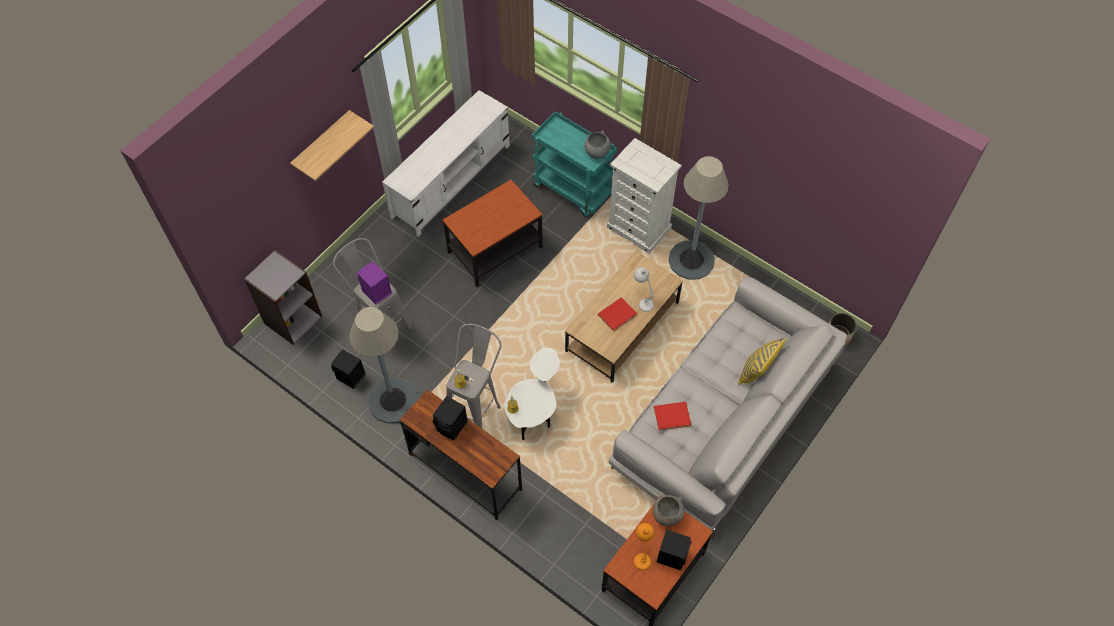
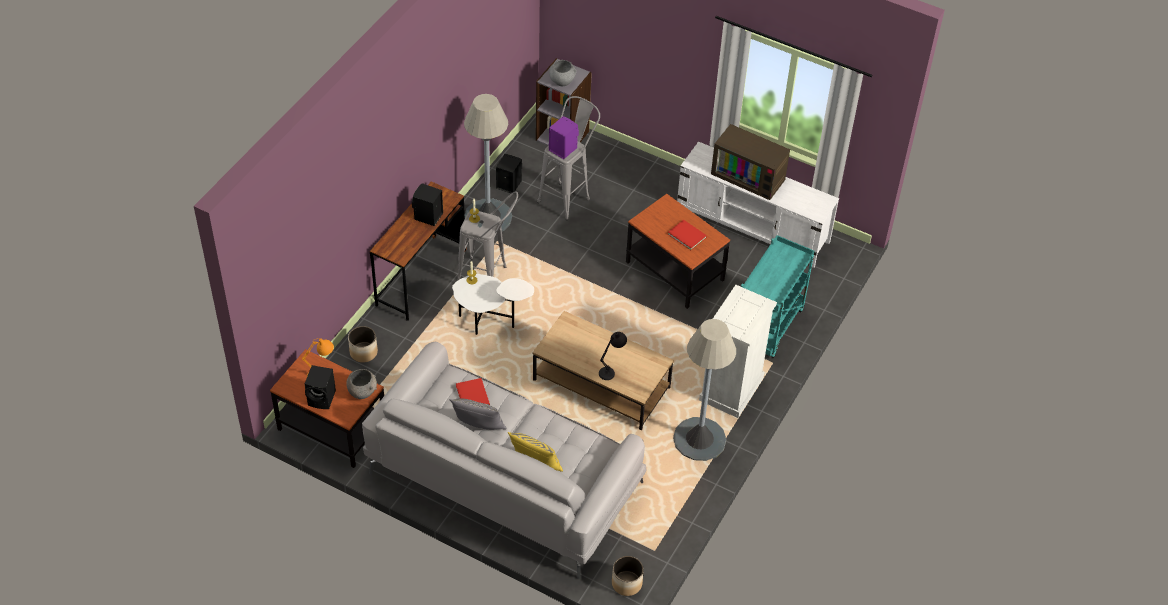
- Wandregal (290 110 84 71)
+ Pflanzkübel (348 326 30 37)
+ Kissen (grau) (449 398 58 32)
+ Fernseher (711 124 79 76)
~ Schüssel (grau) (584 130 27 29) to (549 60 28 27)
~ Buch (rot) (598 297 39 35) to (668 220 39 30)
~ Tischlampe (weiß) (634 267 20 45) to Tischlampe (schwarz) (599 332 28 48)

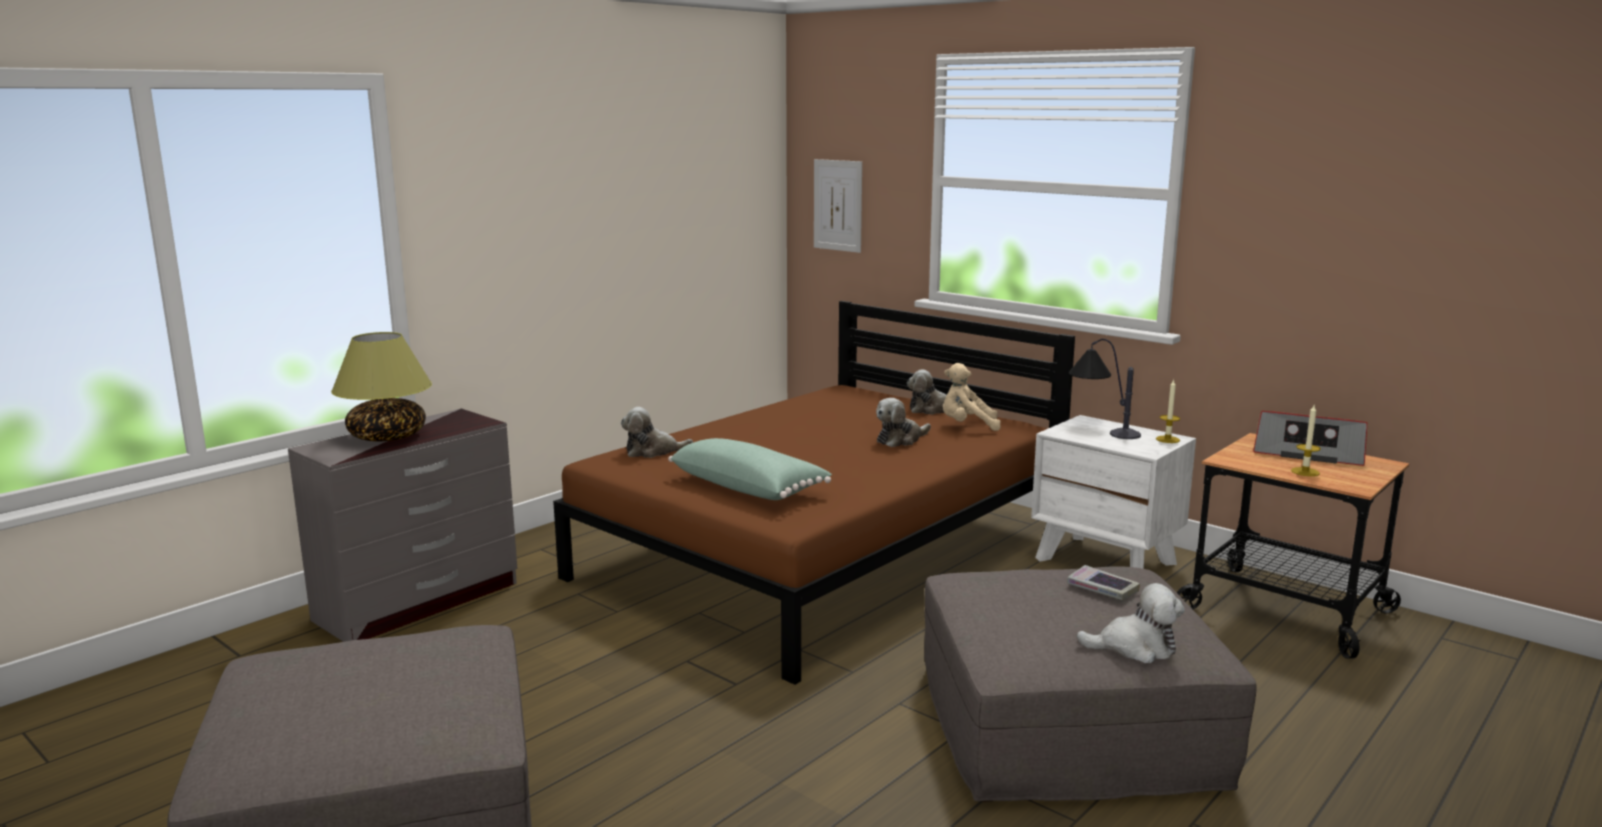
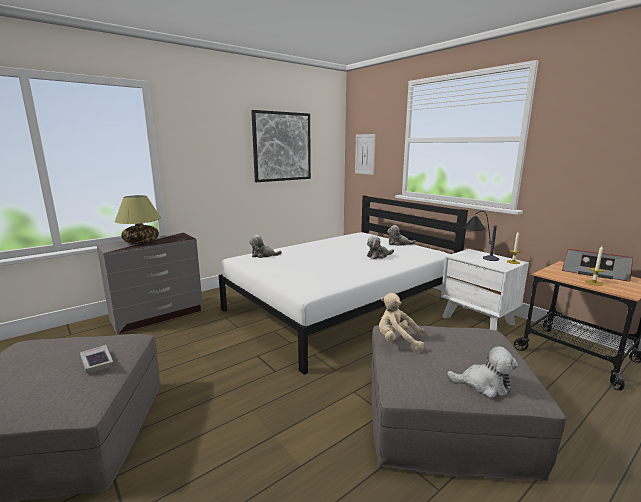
- Kissen (grün) (668 438 164 62)
+ Bild (251 110 60 72)
~ Plüschtier (beige) (943 363 58 68) to (379 293 45 58)
~ Buch (1067 565 73 35) to (80 345 34 28)
~ Bett (braun) (553 301 522 384) to Bett (weiß) (219 195 249 180)

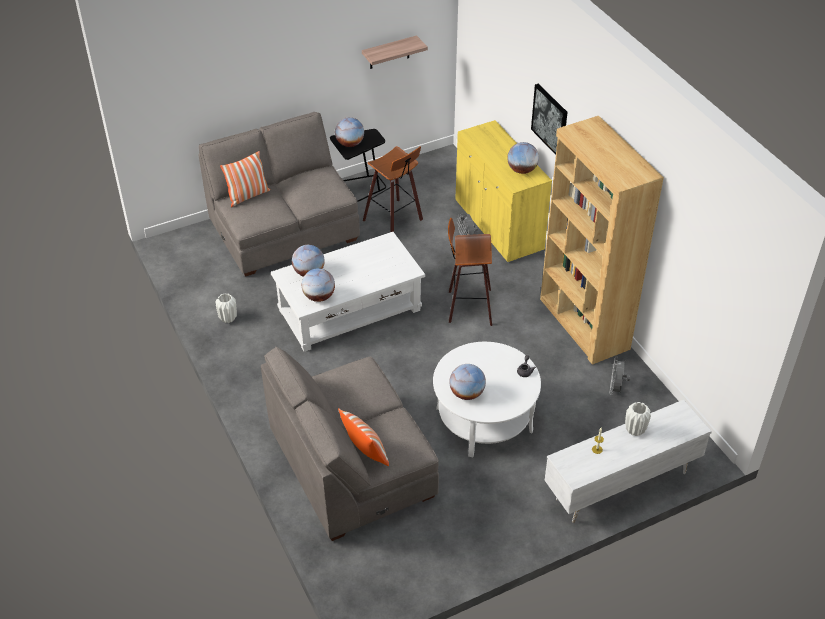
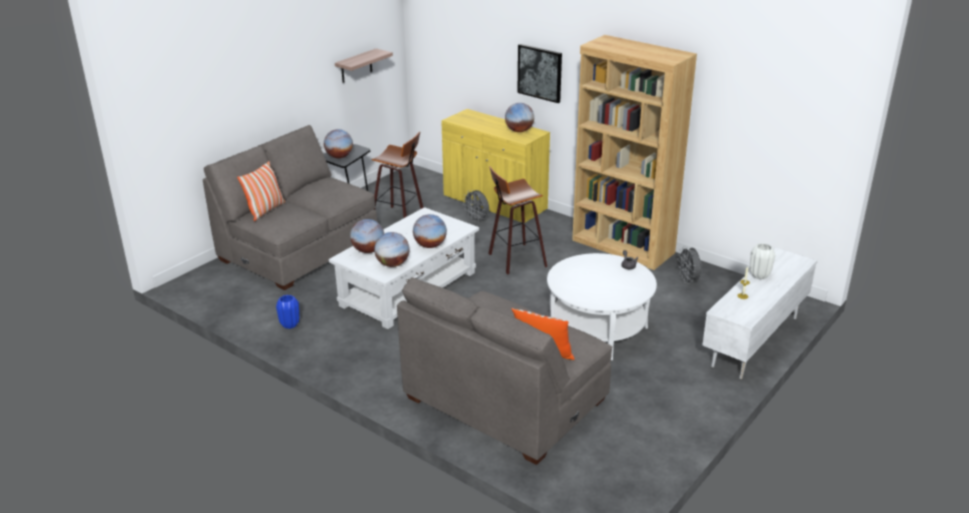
~ Globus (449 364 37 36) to (413 214 34 34)
~ Vase (weiß) (216 293 21 30) to Vase (blau) (276 295 23 34)

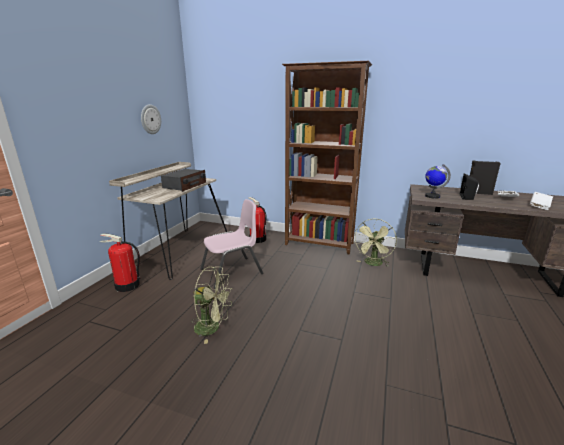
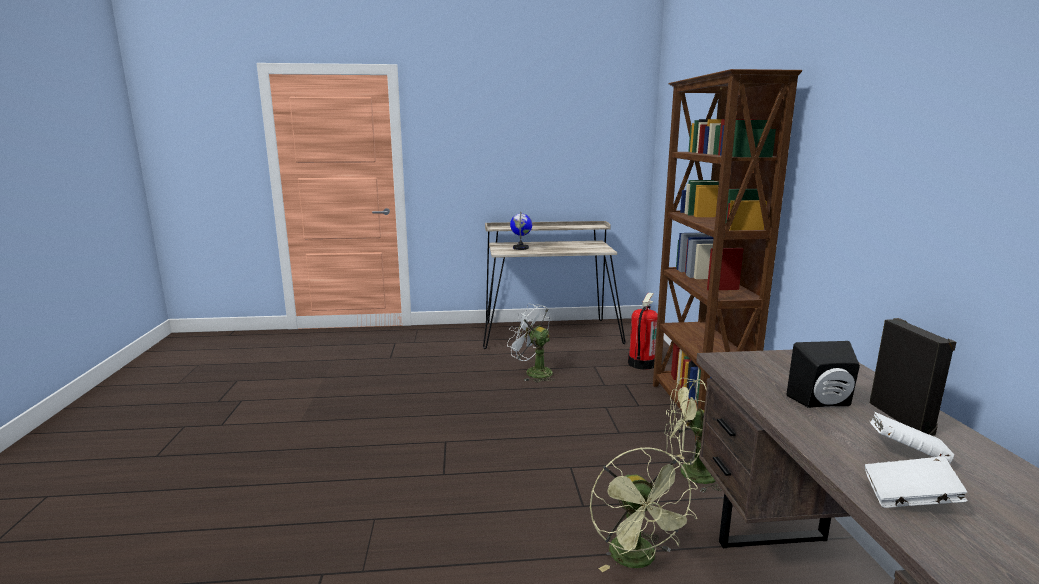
- Feuerlöscher (100 233 40 59)
- Wanduhr (141 104 20 30)
- Radio (161 169 45 23)
~ Ventilator (grün) (191 267 41 77) to (590 447 108 125)
~ Globus (425 164 26 35) to (510 211 22 39)
~ Stuhl (rosa) (200 199 63 90) to Ventilator (weiß) (507 304 48 79)

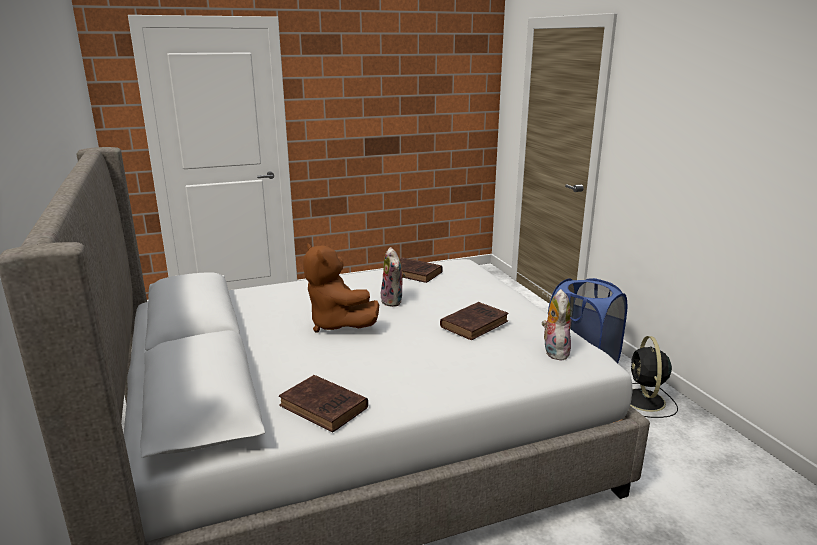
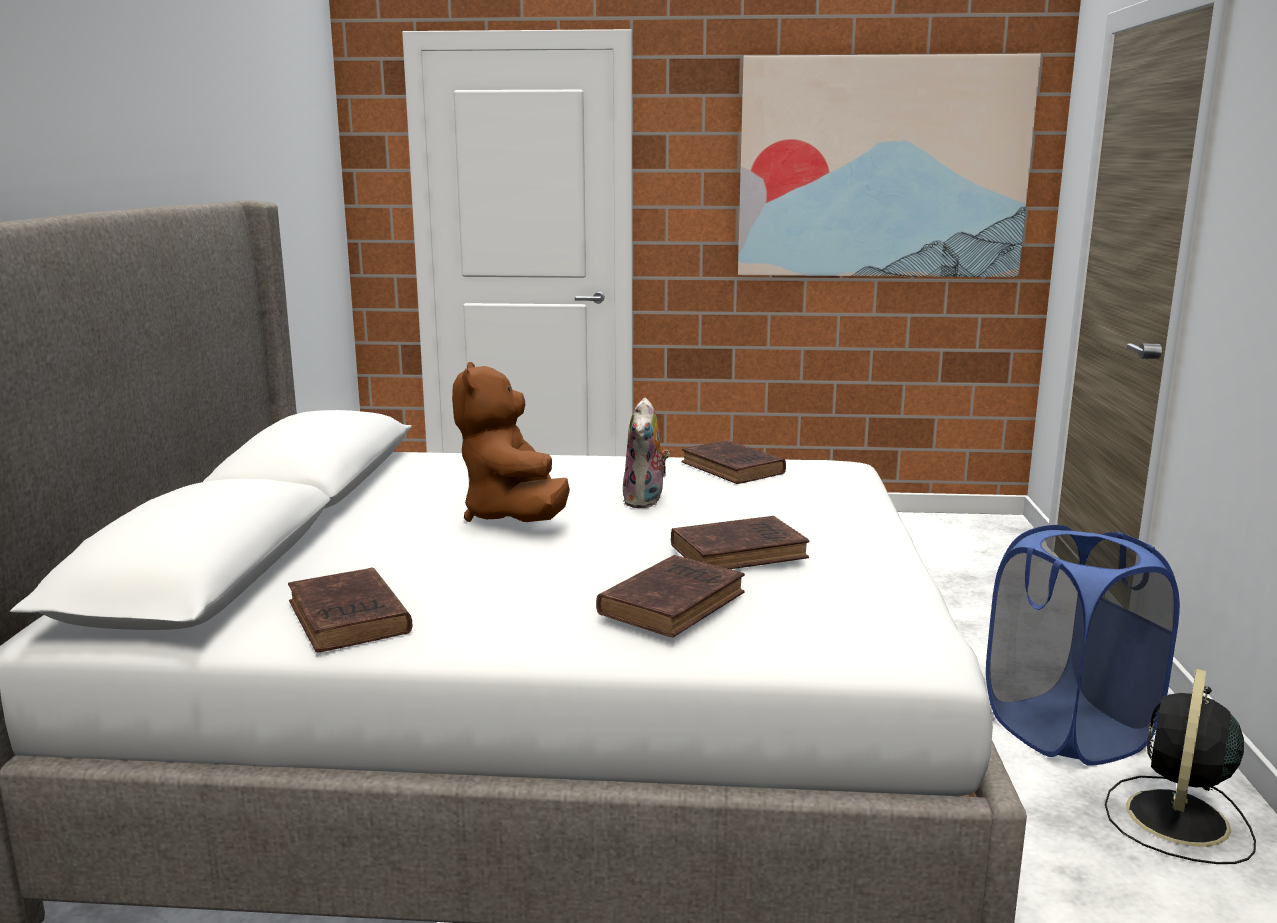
- Plüschtier (542 289 29 72)
+ Buch (braun) (596 555 149 82)
+ Bild (738 54 303 223)

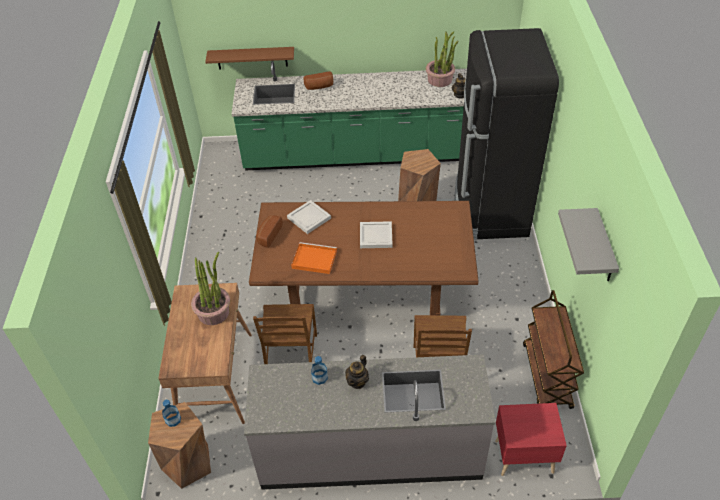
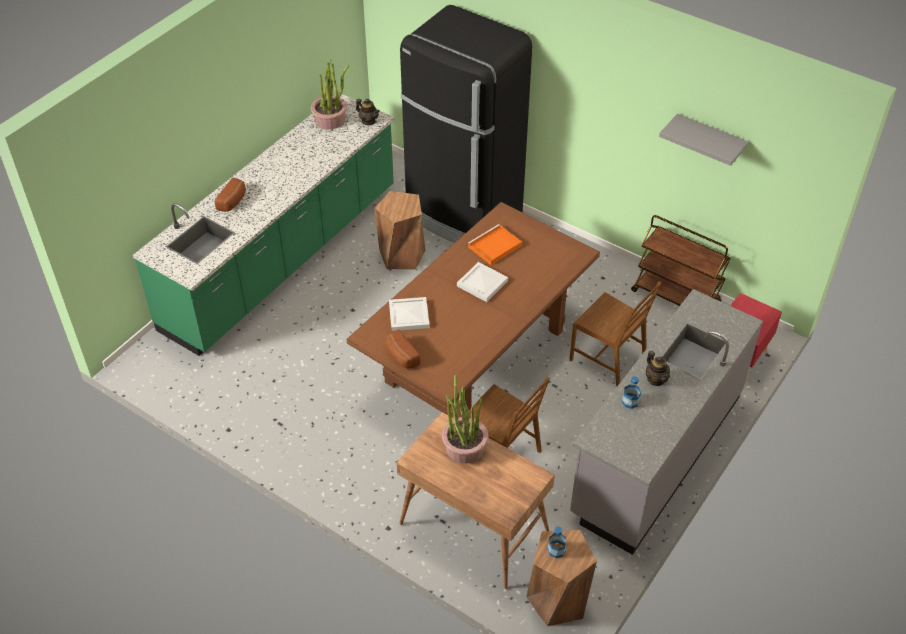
- Wandregal (braun) (205 47 89 22)
~ Tablett (orange) (291 242 46 32) to (468 224 54 41)

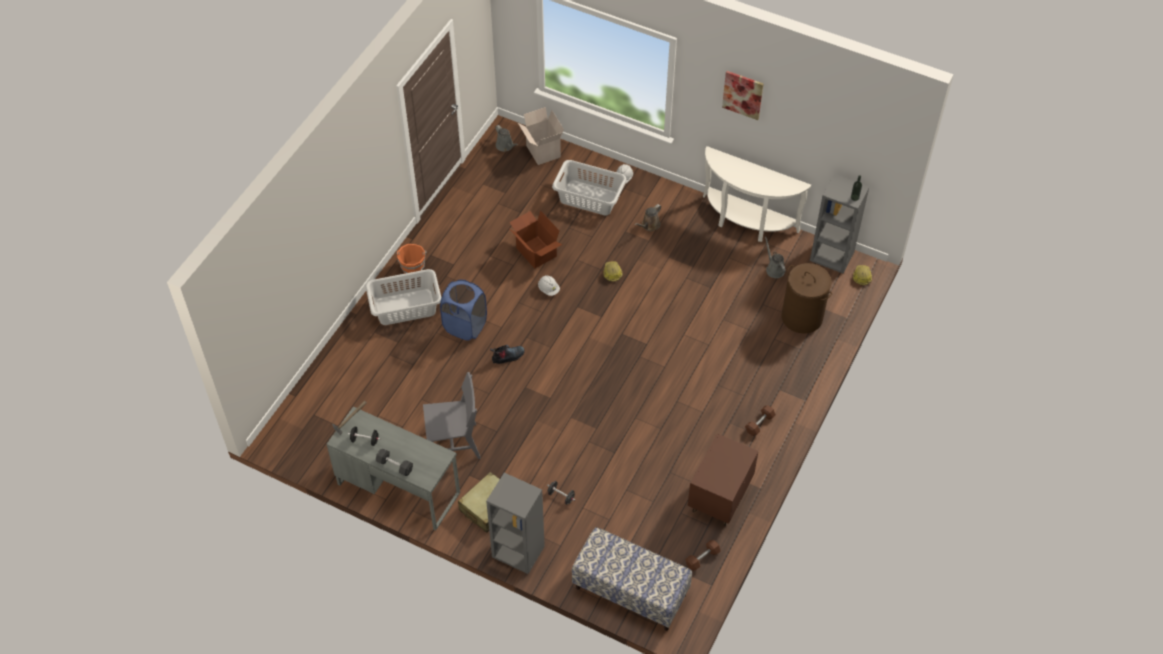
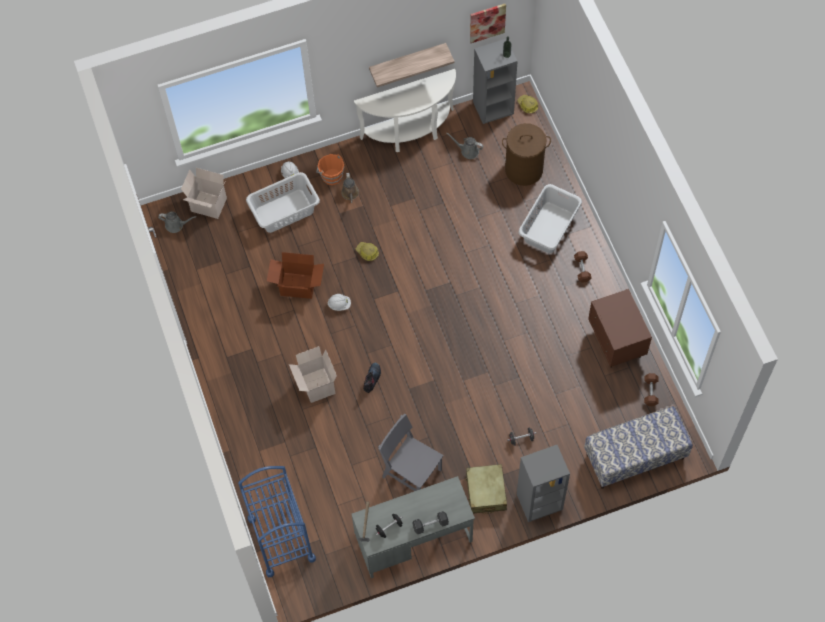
+ Rollwagen (blau) (238 466 78 111)
+ Wandregal (369 43 85 44)
~ Wäschekorb (grau) (366 269 75 56) to (518 184 64 69)
~ Eimer (orange) (396 244 31 30) to (316 154 28 31)
~ Bild (722 71 41 49) to (470 4 36 39)
~ Wäschekorb (blau) (440 279 47 62) to Karton (289 346 48 57)
~ Stuhl (grau) (423 372 58 87) = (378 413 66 78) 90 degrees counterclockwise

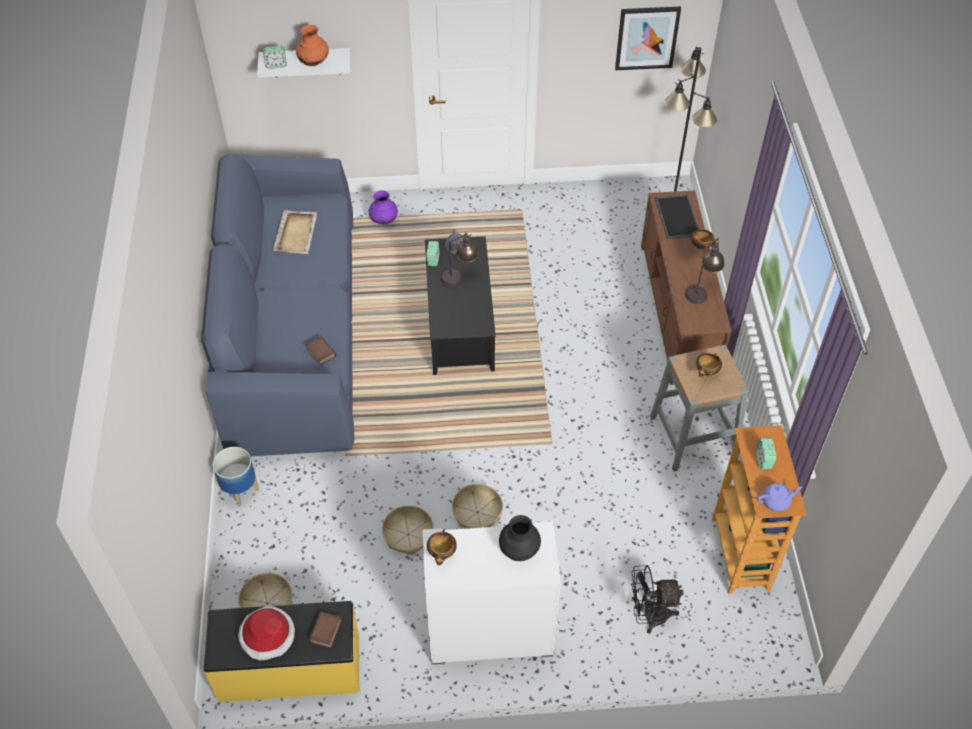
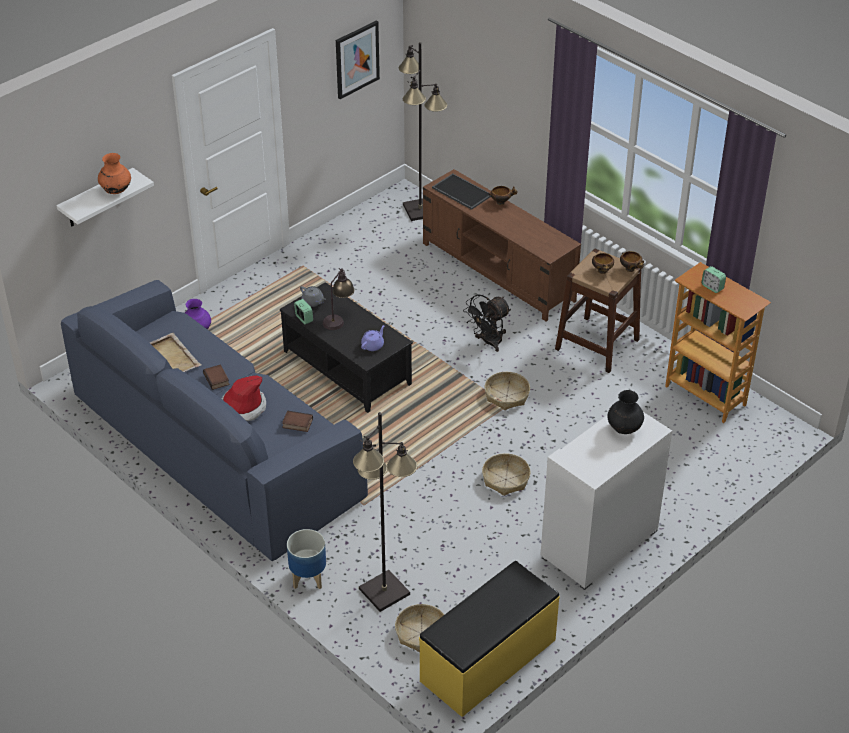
- Wecker (263 46 24 23)
- Tischlampe (685 242 39 62)
+ Stehlampe (schwarz) (353 412 64 200)
~ Hut (238 606 57 54) to (222 375 44 46)
~ Buch (309 611 33 37) to (203 364 26 26)
~ Korb (382 505 52 50) to (484 372 46 38)
~ Schüssel (427 529 30 36) to (620 251 24 21)
~ Ventilator (schwarz) (631 565 52 69) to (463 294 48 58)
~ Teekanne (lila) (757 483 46 28) to (361 325 24 26)
~ Hocker (grau) (650 345 99 126) to Hocker (braun) (555 248 86 125)

